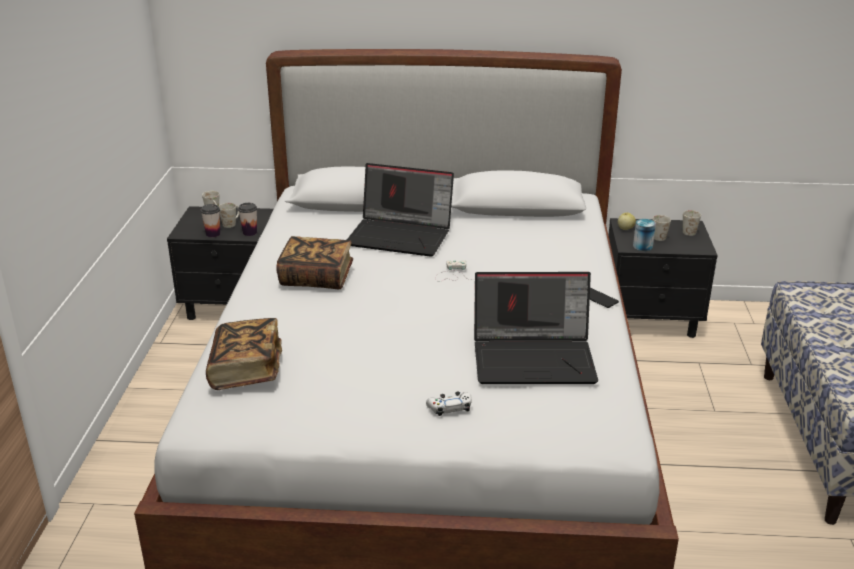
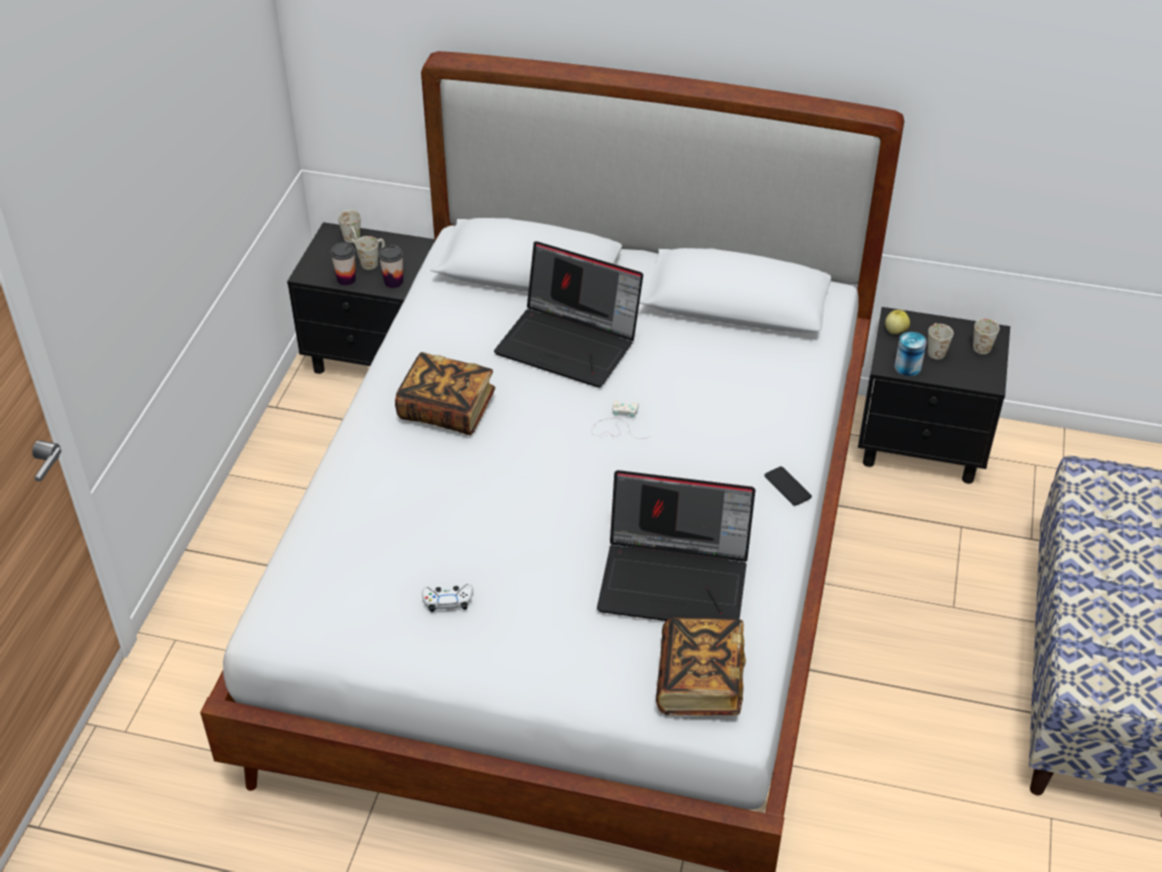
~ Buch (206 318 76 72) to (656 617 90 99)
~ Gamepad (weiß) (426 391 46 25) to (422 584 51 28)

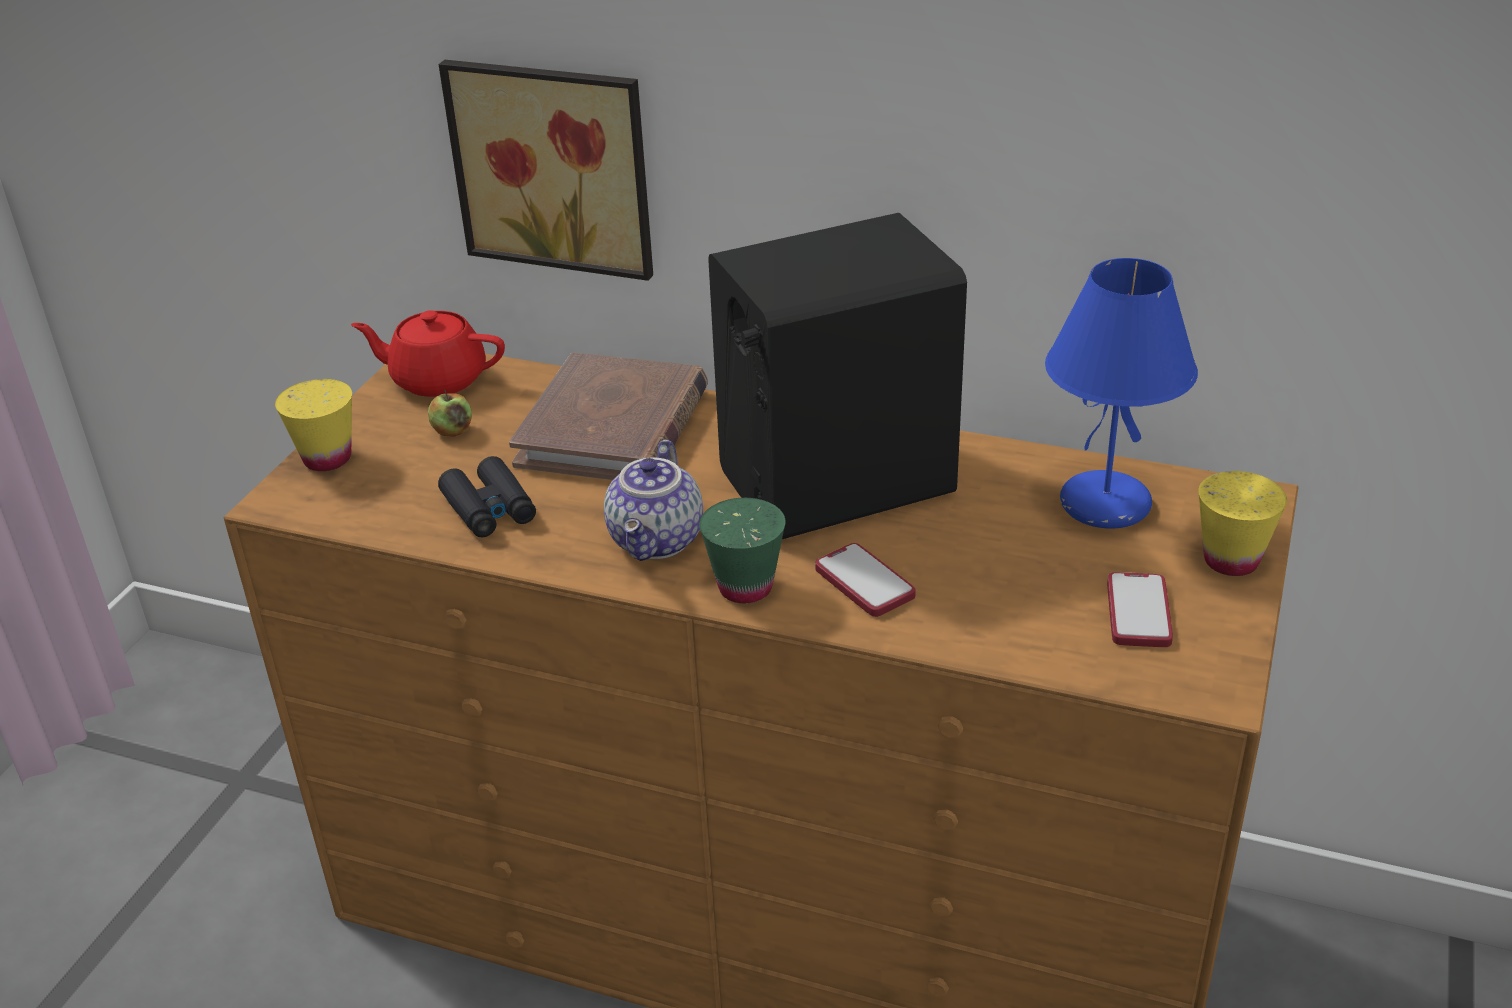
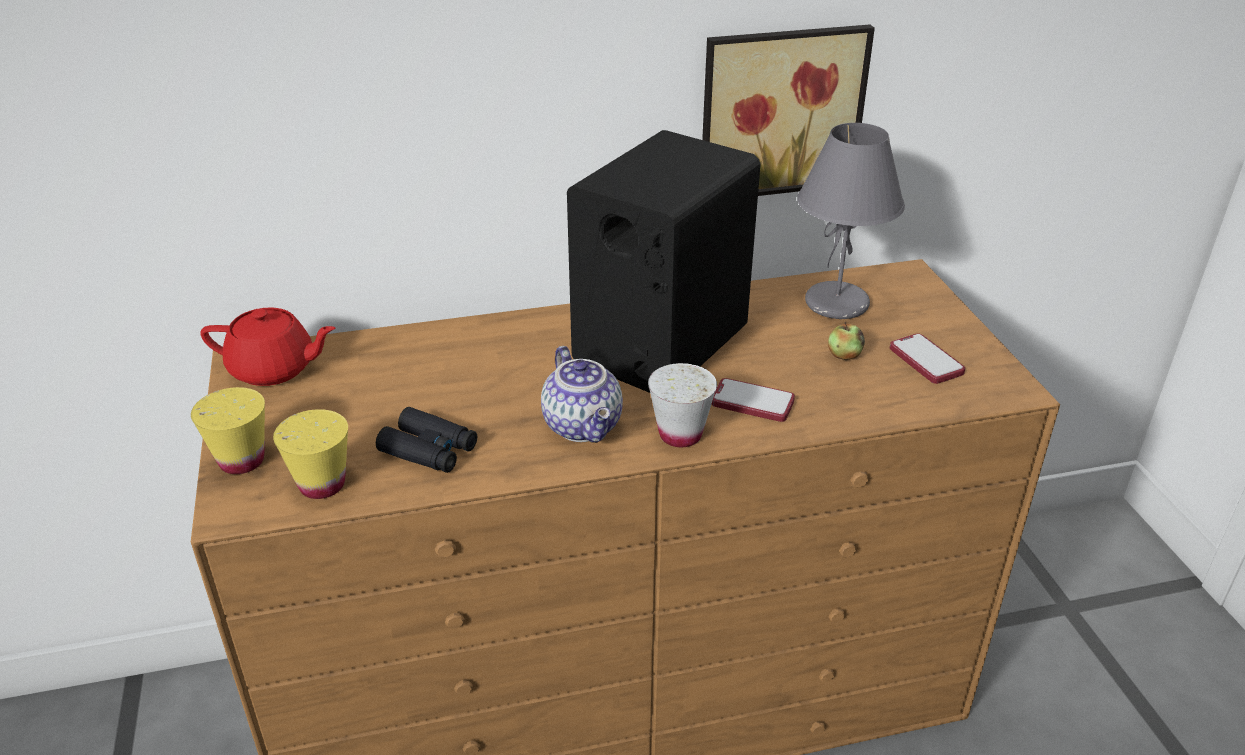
- Buch (braun) (509 352 199 128)
~ Apfel (428 390 44 47) to (828 322 37 38)
~ Bild (439 60 214 221) to (702 25 173 171)
~ Tasse (gelb) (1198 471 89 105) to (273 409 75 90)
~ Tasse (grün) (699 498 86 105) to Tasse (weiß) (648 363 69 84)
~ Tischlampe (blau) (1045 258 153 270) to Tischlampe (grau) (797 123 108 196)
~ Teekanne (rot) (351 310 154 87) = (200 308 136 78) 150 degrees counterclockwise

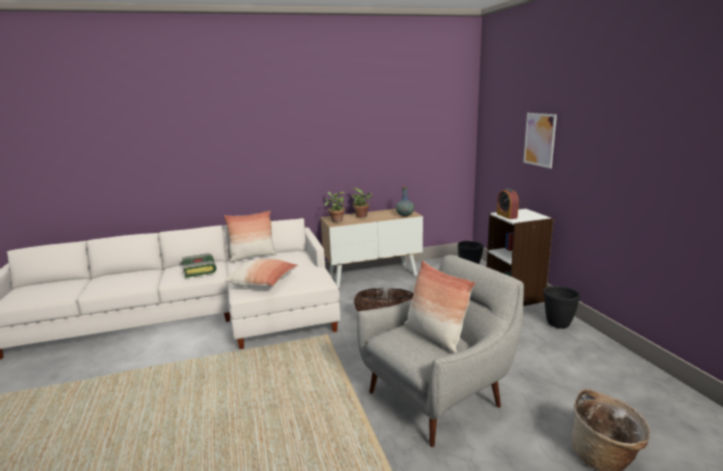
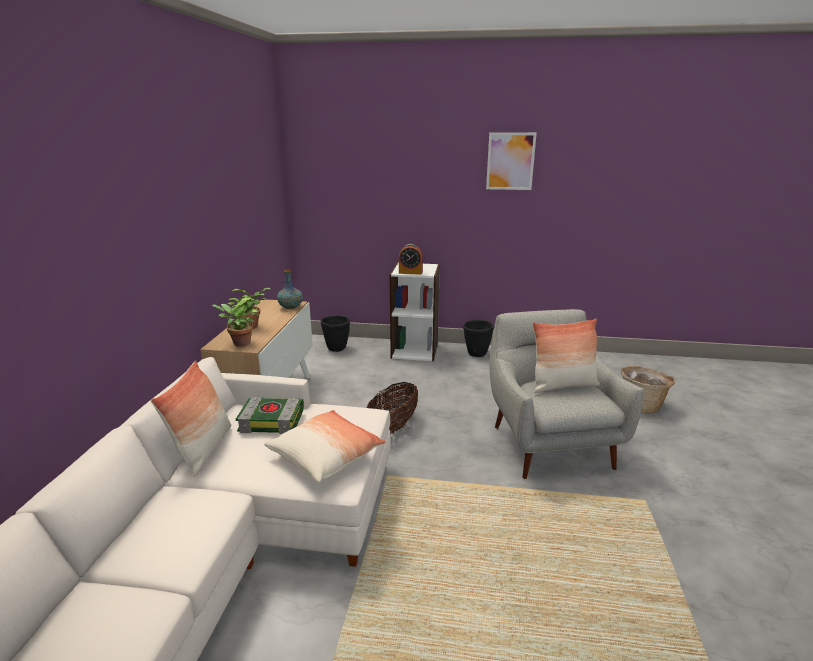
~ Buch (182 253 35 25) to (236 397 68 37)
~ Bild (523 113 34 55) to (486 132 51 58)

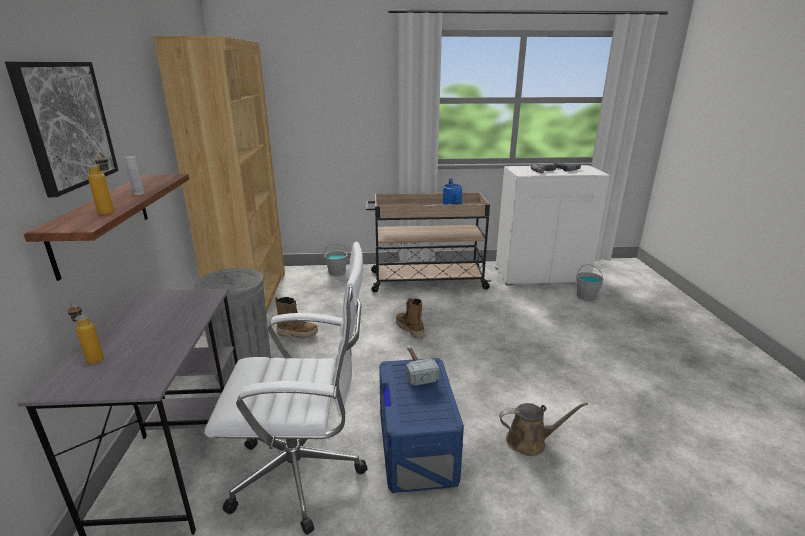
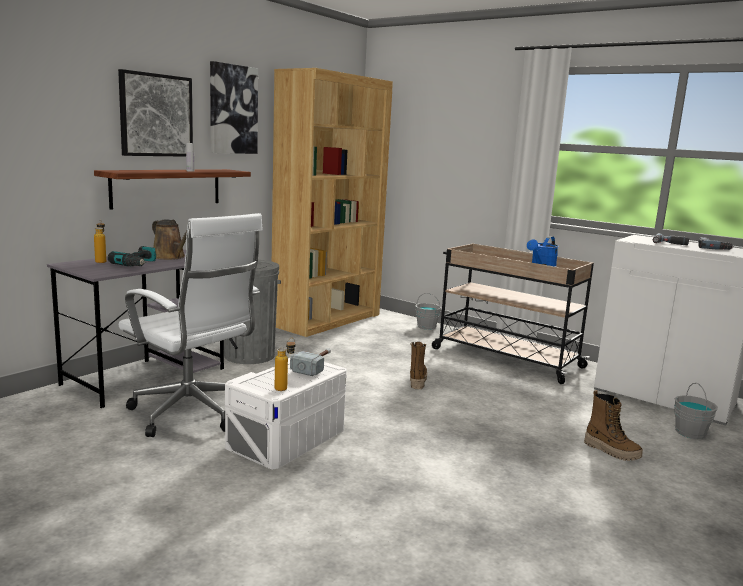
+ Bohrmaschine (108 246 48 21)
+ Bild (210 61 48 93)
~ Flasche (87 152 27 63) to (275 338 21 53)
~ Stiefel (275 297 43 41) to (584 390 59 71)
~ Gießkanne (braun) (499 402 89 54) to (152 219 35 41)
~ Aufbewahrungsbox (blau) (379 358 85 135) to Aufbewahrungsbox (weiß) (225 358 122 112)

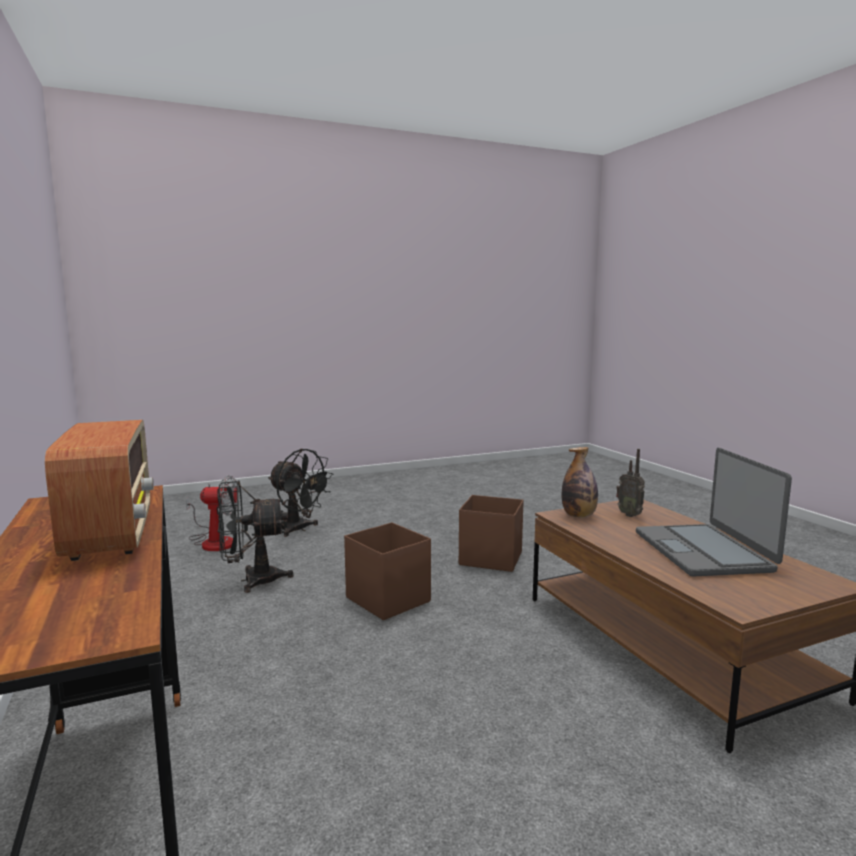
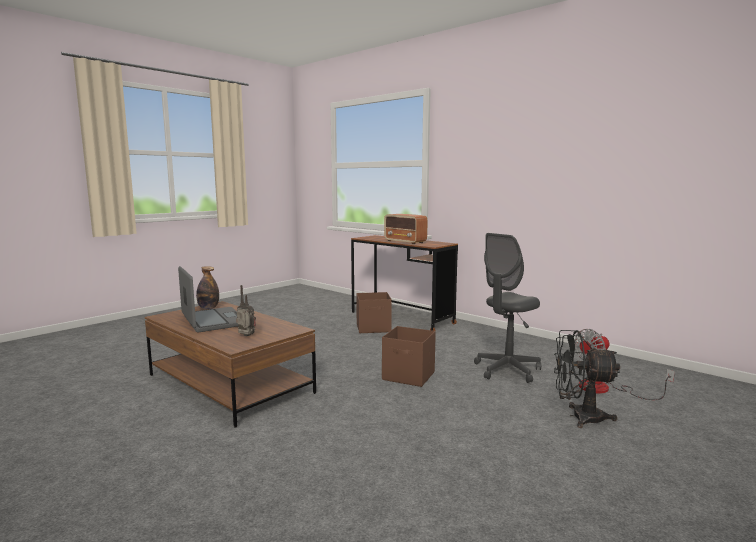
~ Aufbewahrungsbox (braun) (459 495 65 77) to (356 292 36 41)
~ Flasche (562 447 36 71) to (196 266 23 43)
~ Ventilator (schwarz) (217 481 77 112) to Bürostuhl (grau) (474 233 67 150)

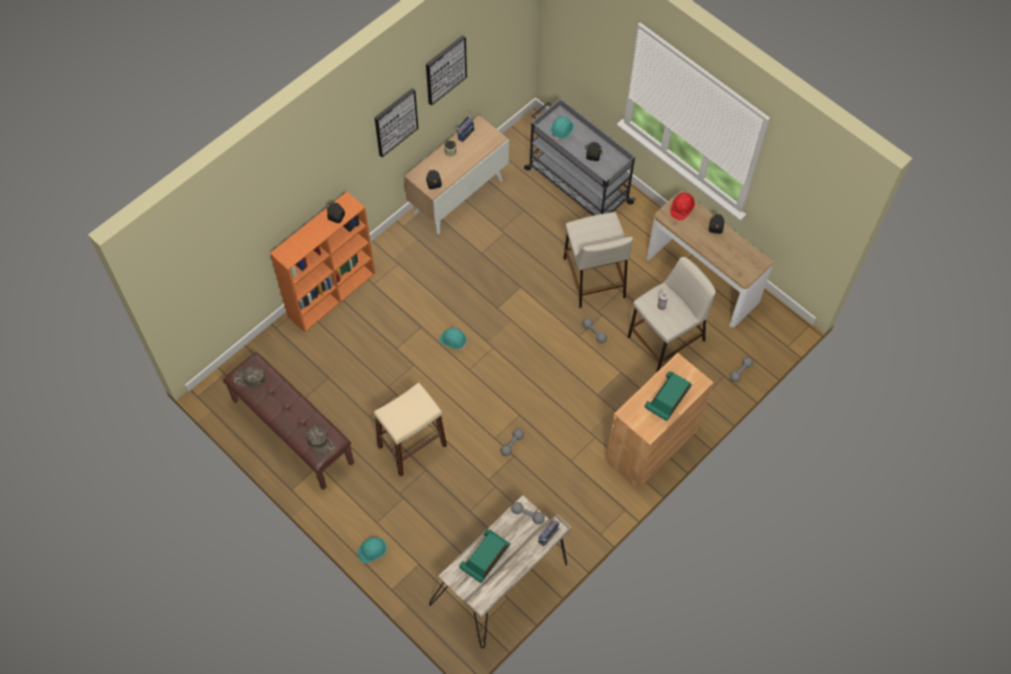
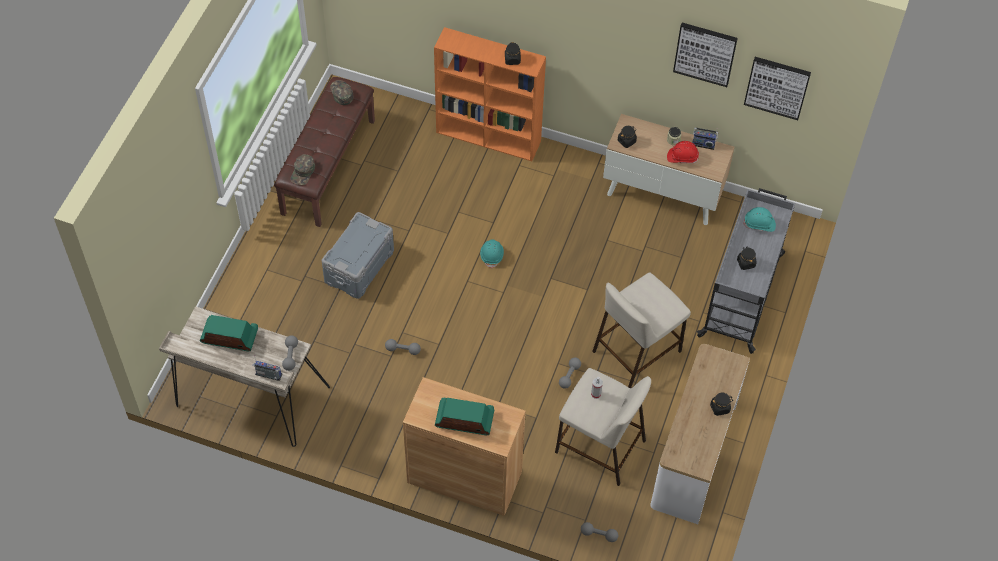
- Schutzhelm (türkis) (358 537 29 26)
~ Bild (375 88 43 69) to (744 57 67 63)
~ Schutzhelm (rot) (670 193 25 28) to (667 141 32 23)
~ Hocker (beige) (374 383 73 94) to Aufbewahrungsbox (grau) (322 212 72 87)

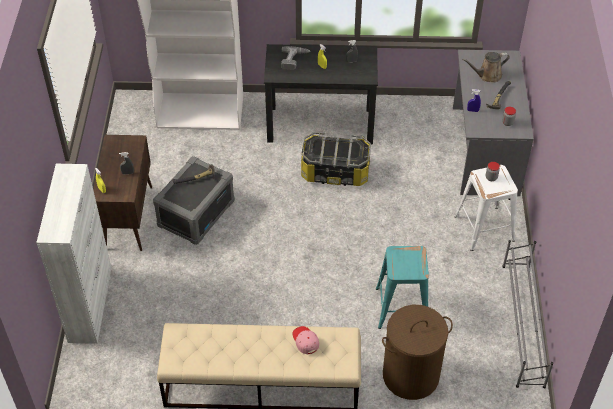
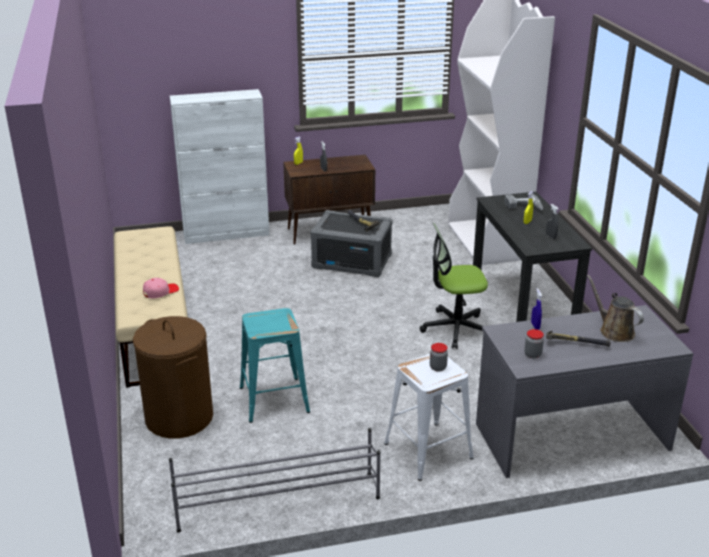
~ Aufbewahrungsbox (301 132 70 54) to Bürostuhl (420 223 68 126)

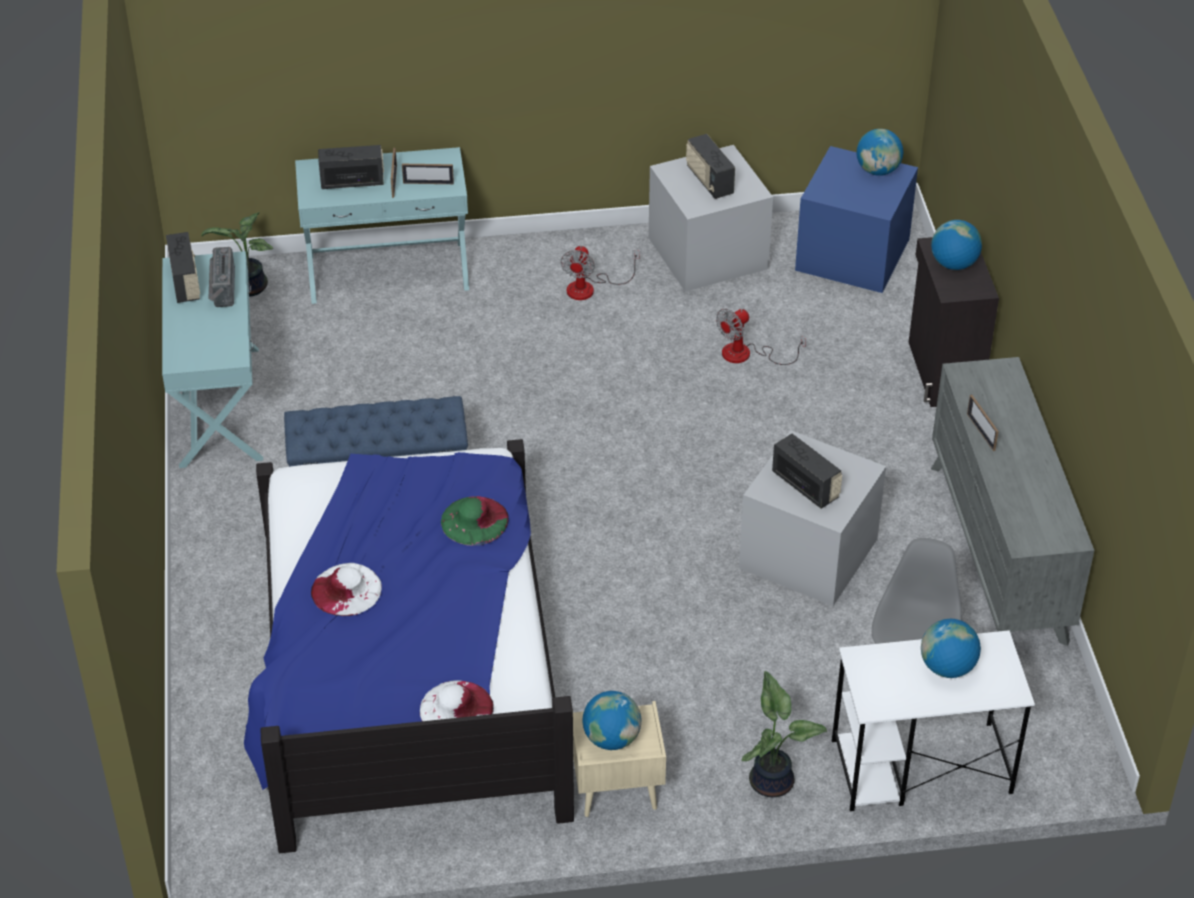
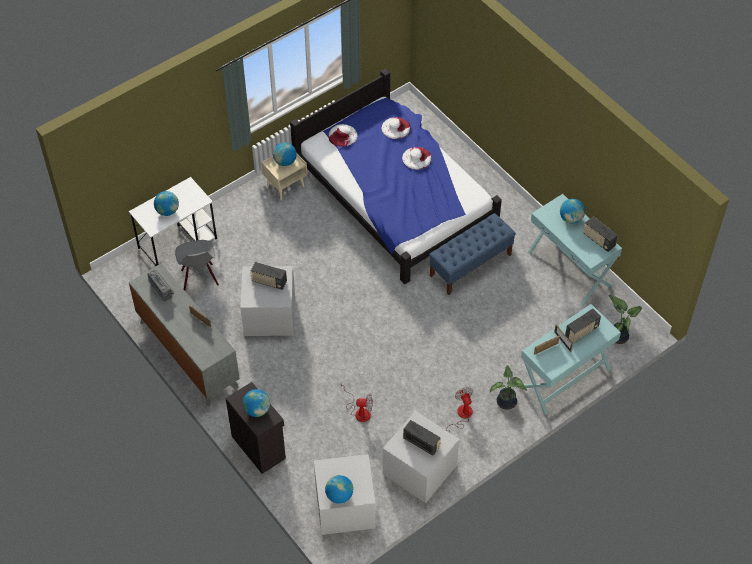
- Hut (grün) (441 496 68 50)
+ Hut (weiß) (382 117 29 22)
+ Globus (560 199 25 25)
~ Radio (208 247 27 60) to (147 269 27 32)
~ Topfpflanze (742 671 85 126) to (490 365 37 45)
~ Aufbewahrungsbox (blau) (795 146 123 147) to Aufbewahrungsbox (grau) (314 454 62 81)
~ Ventilator (716 309 90 56) = (341 385 32 37) 75 degrees clockwise

